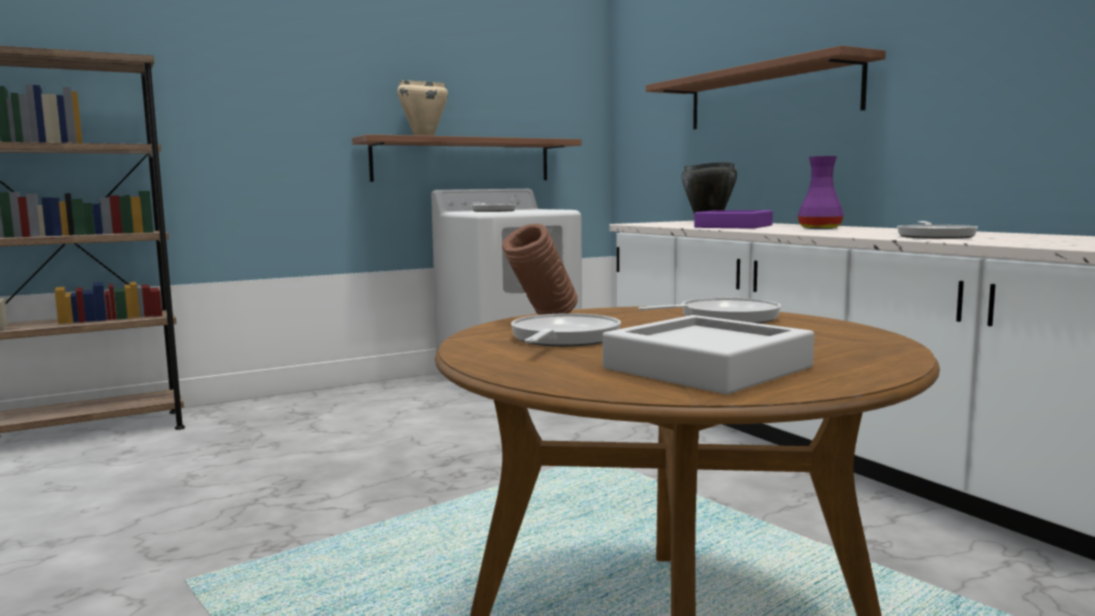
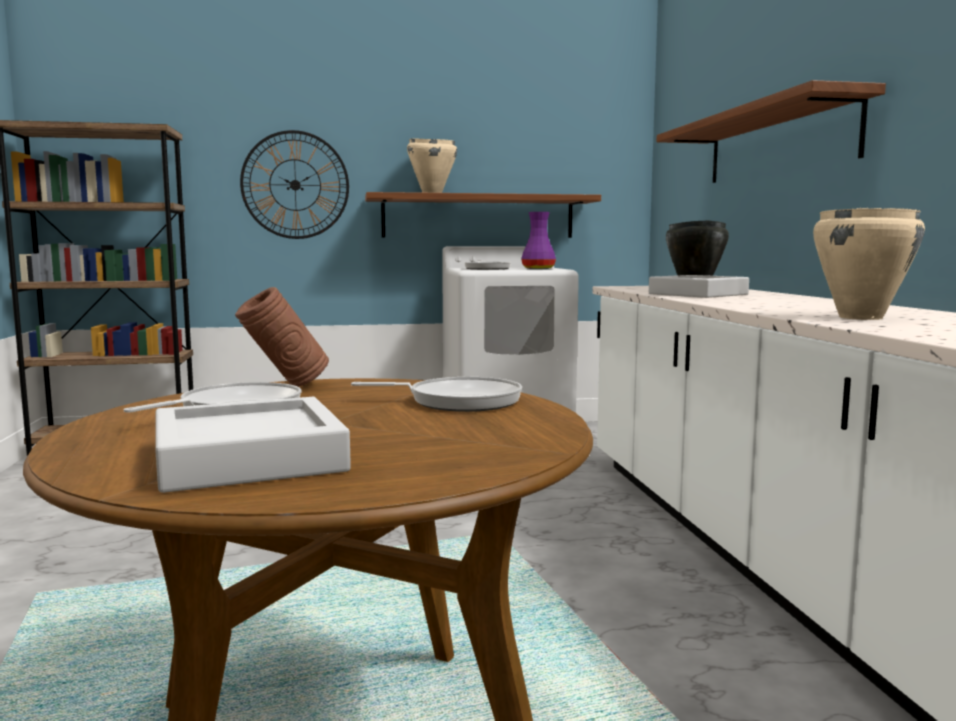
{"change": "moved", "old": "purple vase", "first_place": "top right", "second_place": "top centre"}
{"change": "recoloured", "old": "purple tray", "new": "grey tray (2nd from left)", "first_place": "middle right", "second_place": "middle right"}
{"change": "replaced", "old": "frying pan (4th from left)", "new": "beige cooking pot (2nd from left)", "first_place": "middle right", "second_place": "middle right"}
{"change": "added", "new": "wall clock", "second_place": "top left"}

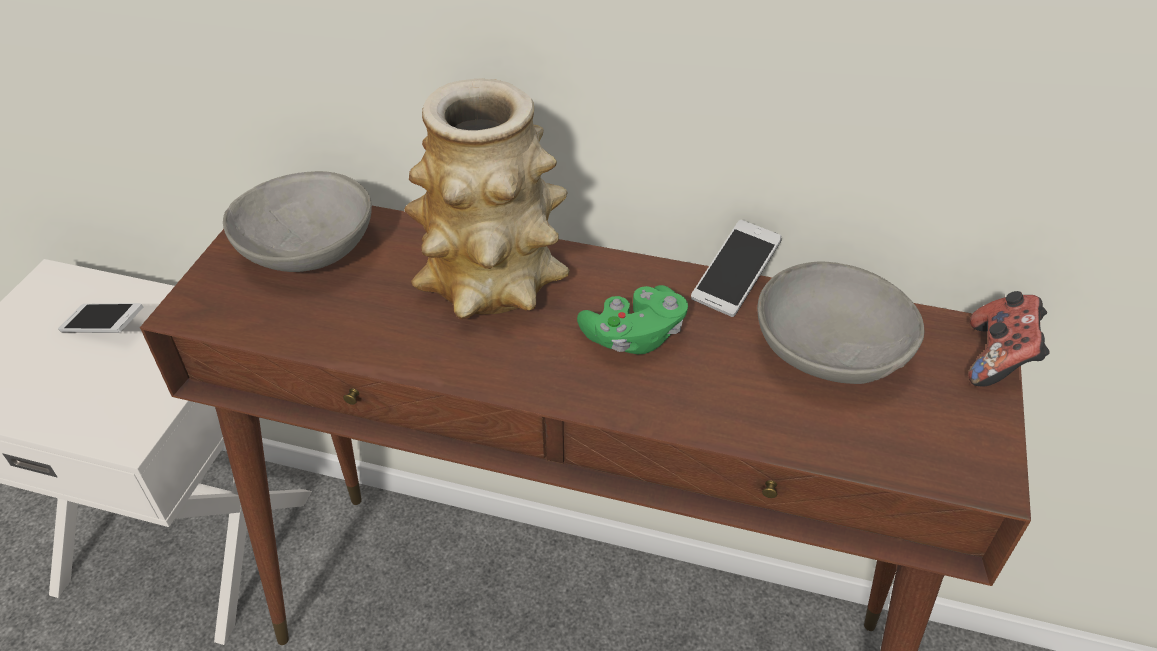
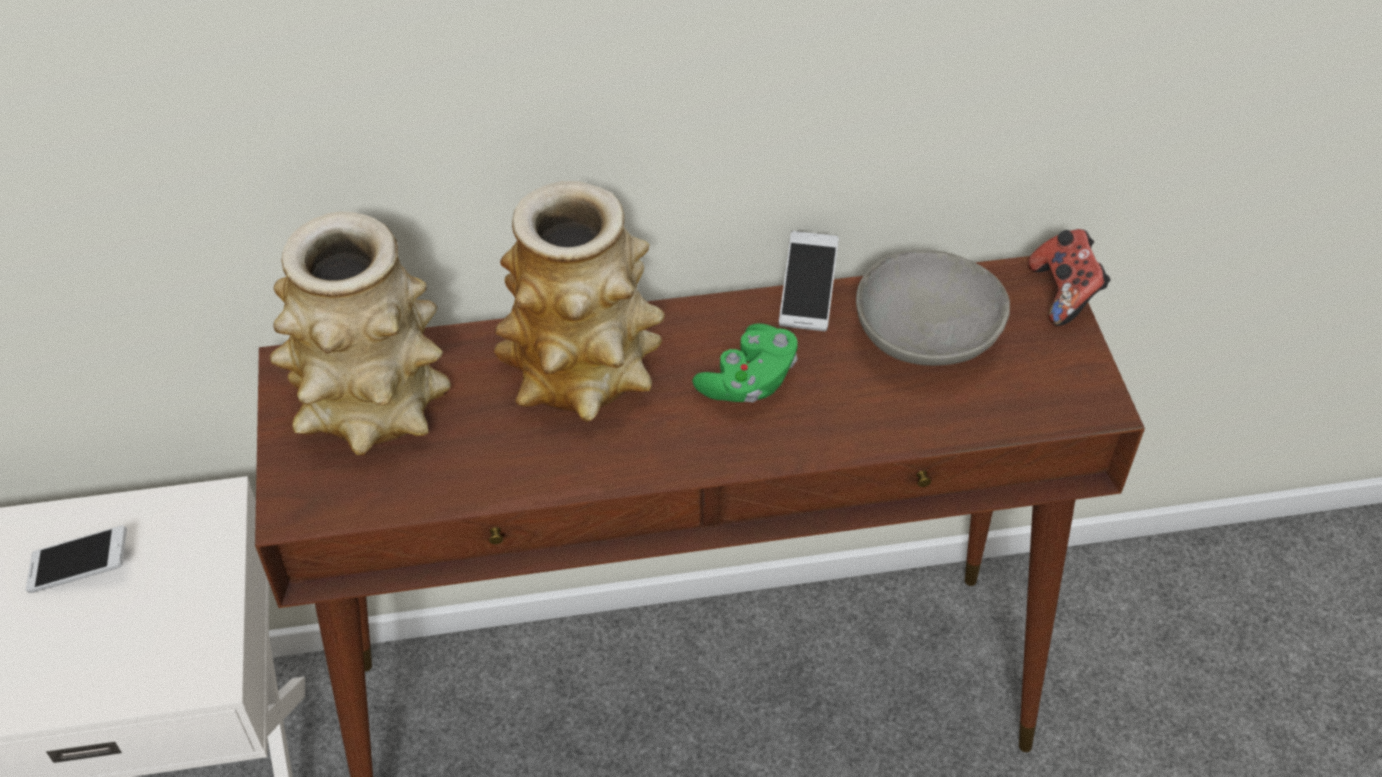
{"change": "replaced", "old": "grey bowl (1st from left)", "new": "vase (1st from left)", "first_place": "middle left", "second_place": "middle left"}

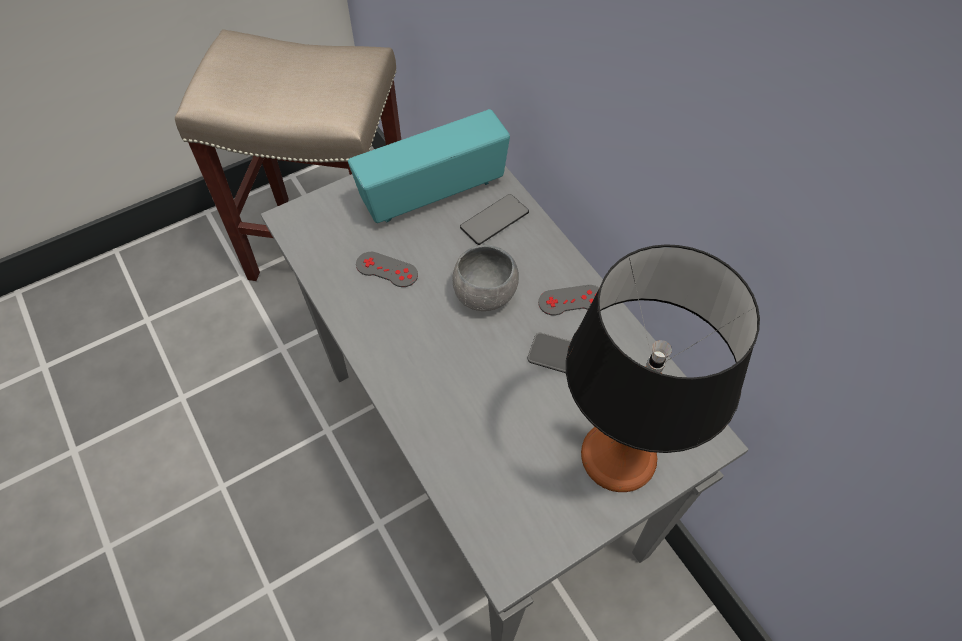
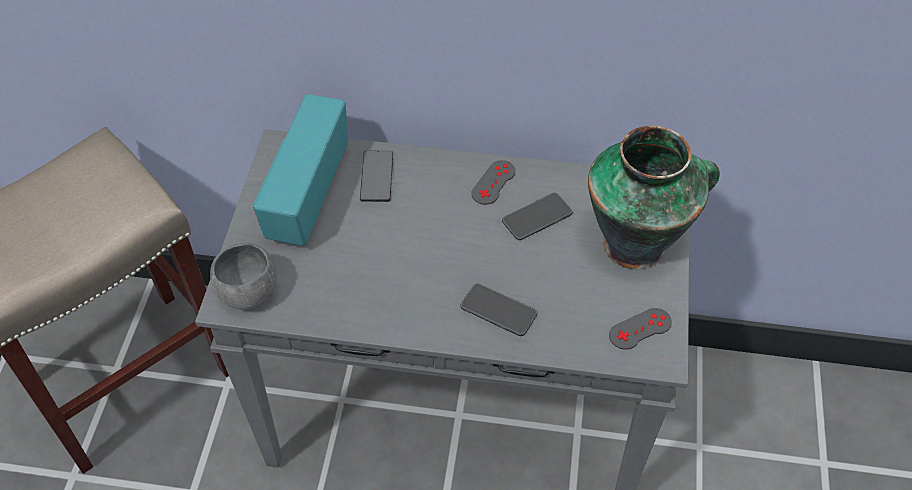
{"change": "replaced", "old": "table lamp", "new": "vase", "first_place": "middle right", "second_place": "middle right"}
{"change": "moved", "old": "grey bowl", "first_place": "centre", "second_place": "middle left"}
{"change": "moved", "old": "grey game controller (1st from left in the first image)", "new": "grey game controller (2nd from left)", "first_place": "centre", "second_place": "bottom right"}
{"change": "added", "new": "phone (2nd from left)", "second_place": "centre"}

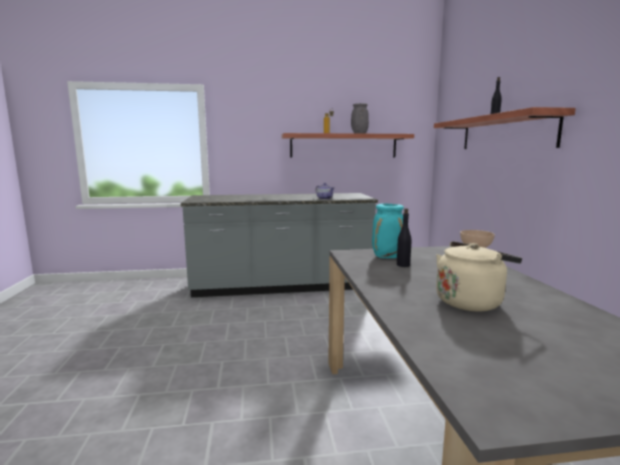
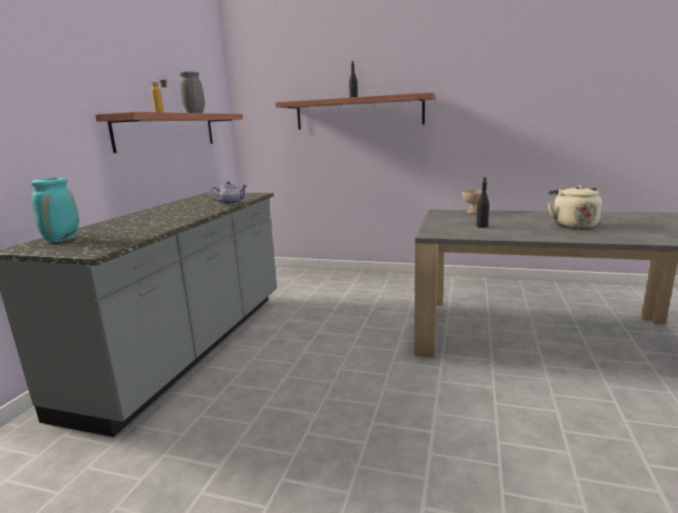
{"change": "moved", "old": "turquoise vase", "first_place": "centre", "second_place": "middle left"}

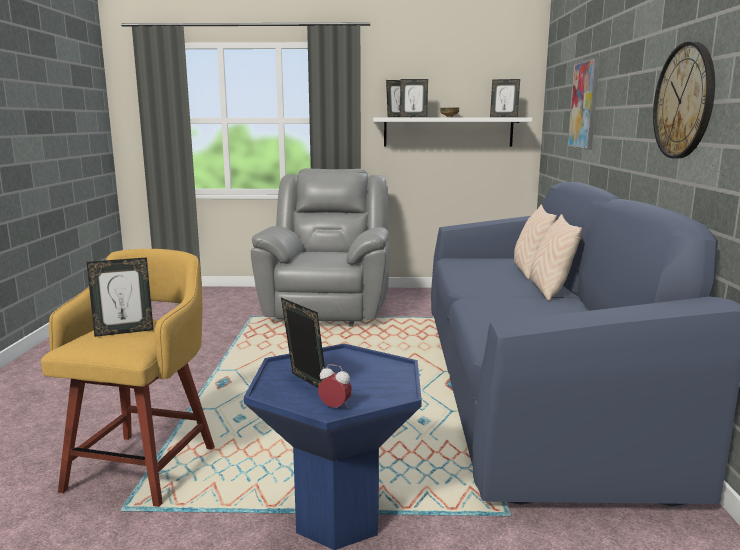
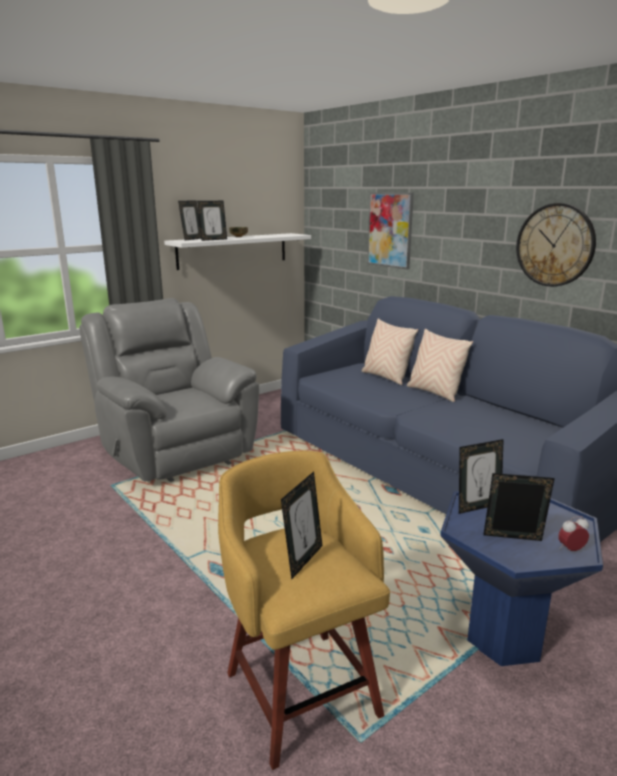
{"change": "moved", "old": "picture frame (5th from left in the first image)", "new": "picture frame (4th from left)", "first_place": "top right", "second_place": "middle right"}

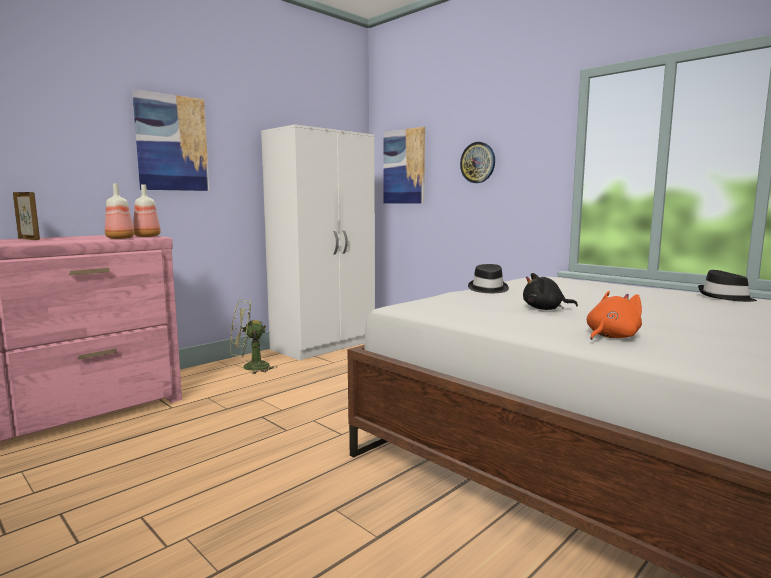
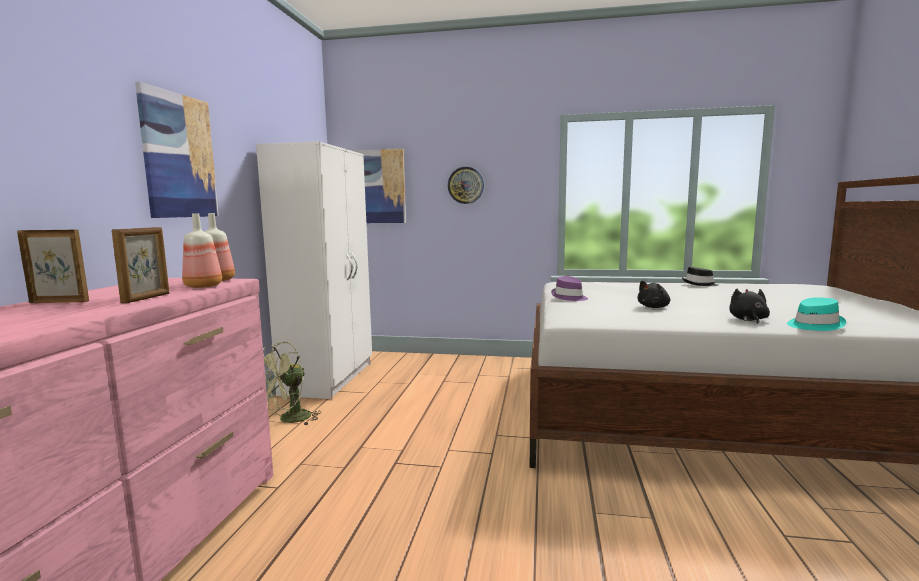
{"change": "recoloured", "old": "black hat (1st from left)", "new": "purple hat", "first_place": "centre", "second_place": "centre"}
{"change": "recoloured", "old": "orange plush toy", "new": "black plush toy (2nd from left)", "first_place": "middle right", "second_place": "middle right"}
{"change": "added", "new": "picture frame (2nd from left)", "second_place": "middle left"}
{"change": "added", "new": "turquoise hat", "second_place": "middle right"}

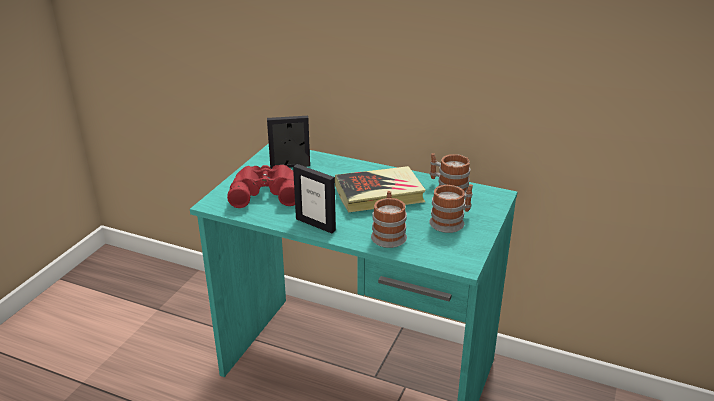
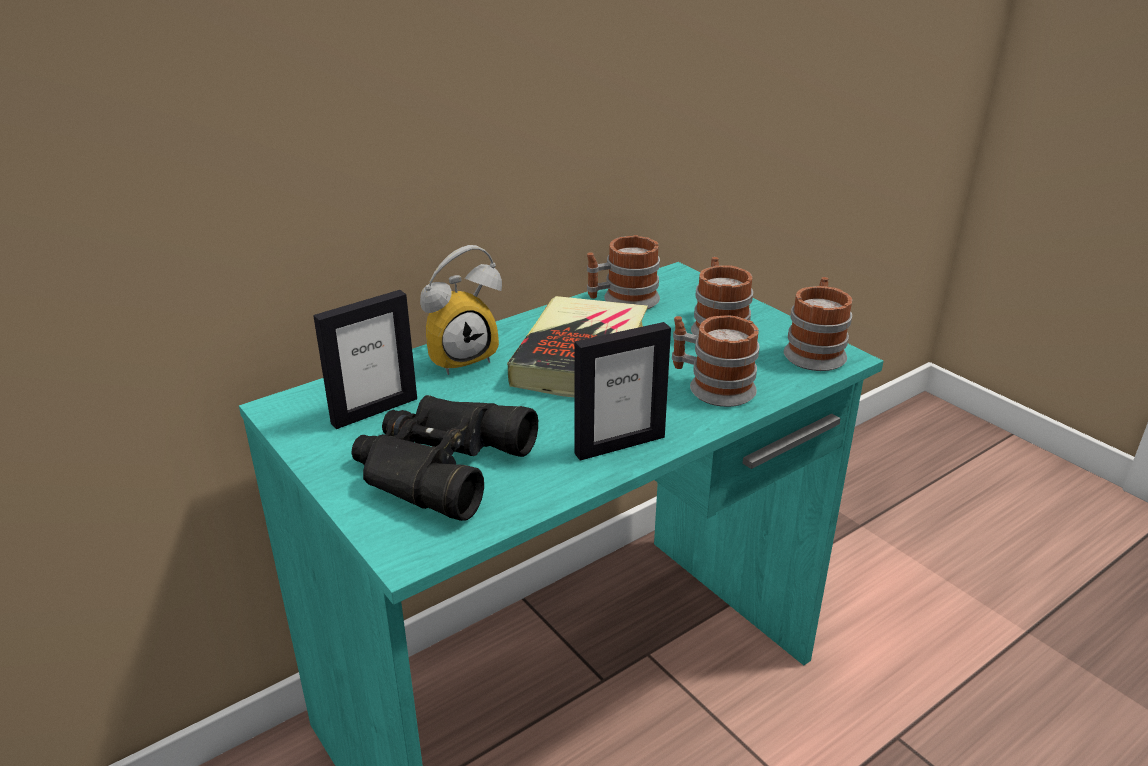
{"change": "turned", "old": "picture frame (1st from left)", "first_place": "centre", "second_place": "middle left", "degrees": -150}
{"change": "recoloured", "old": "red binoculars", "new": "black binoculars", "first_place": "centre", "second_place": "centre"}
{"change": "added", "new": "alarm clock", "second_place": "centre"}
{"change": "added", "new": "mug (4th from left)", "second_place": "middle right"}

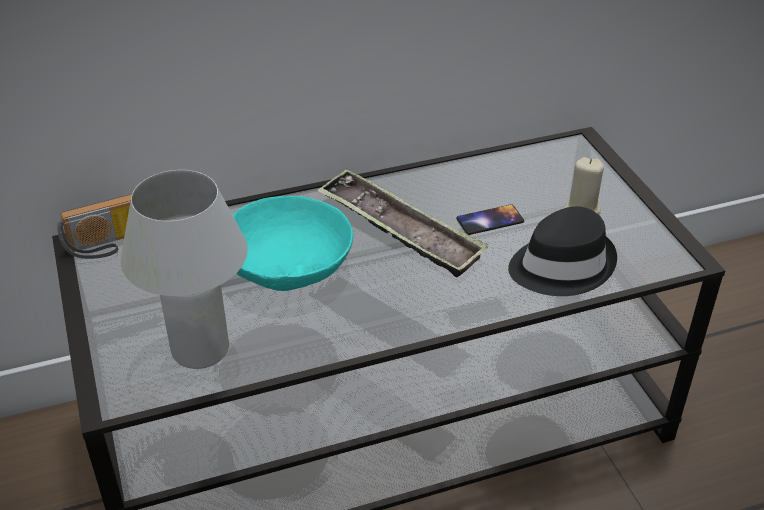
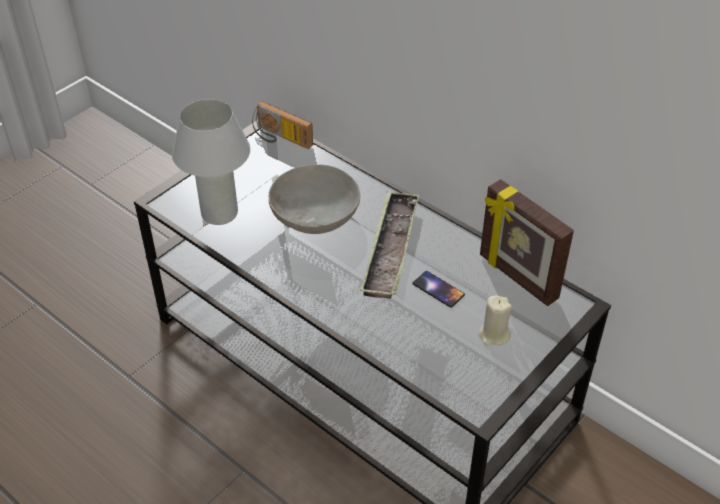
{"change": "recoloured", "old": "turquoise bowl", "new": "grey bowl", "first_place": "centre", "second_place": "centre"}
{"change": "removed", "old": "black hat", "first_place": "middle right"}
{"change": "added", "new": "picture frame", "second_place": "middle right"}

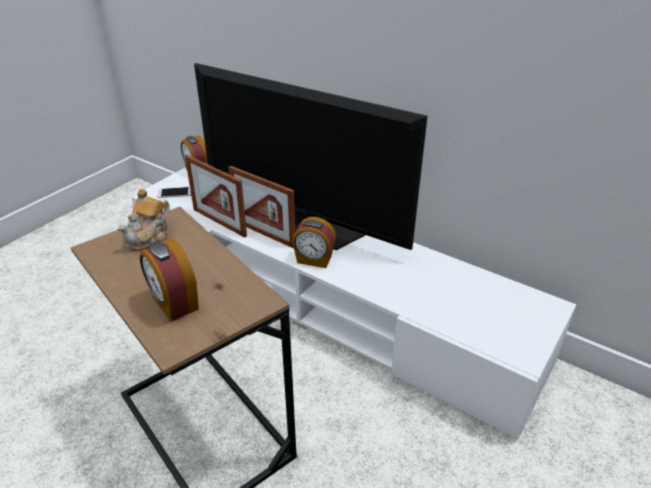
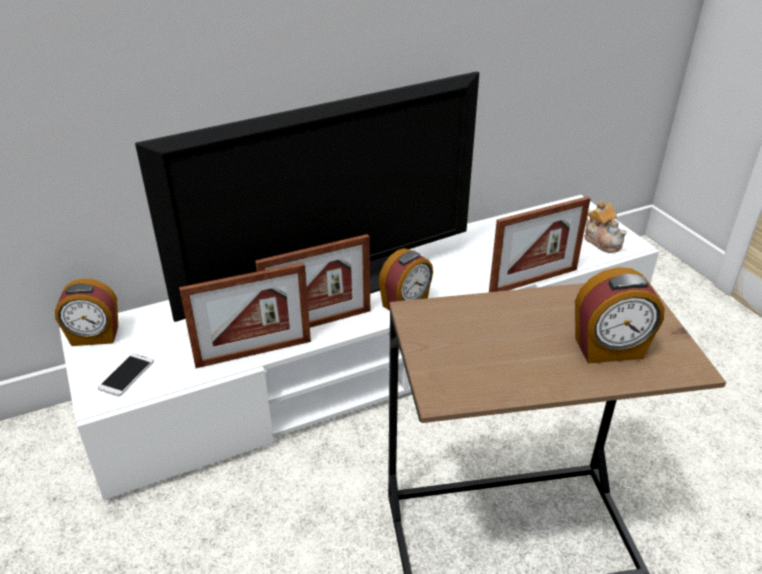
{"change": "moved", "old": "teapot", "first_place": "middle left", "second_place": "middle right"}
{"change": "added", "new": "picture frame (3rd from left)", "second_place": "middle right"}

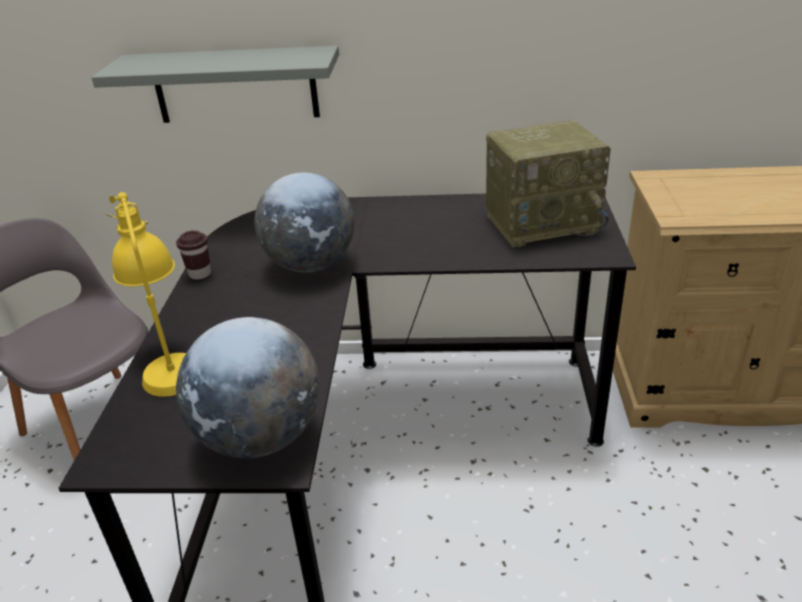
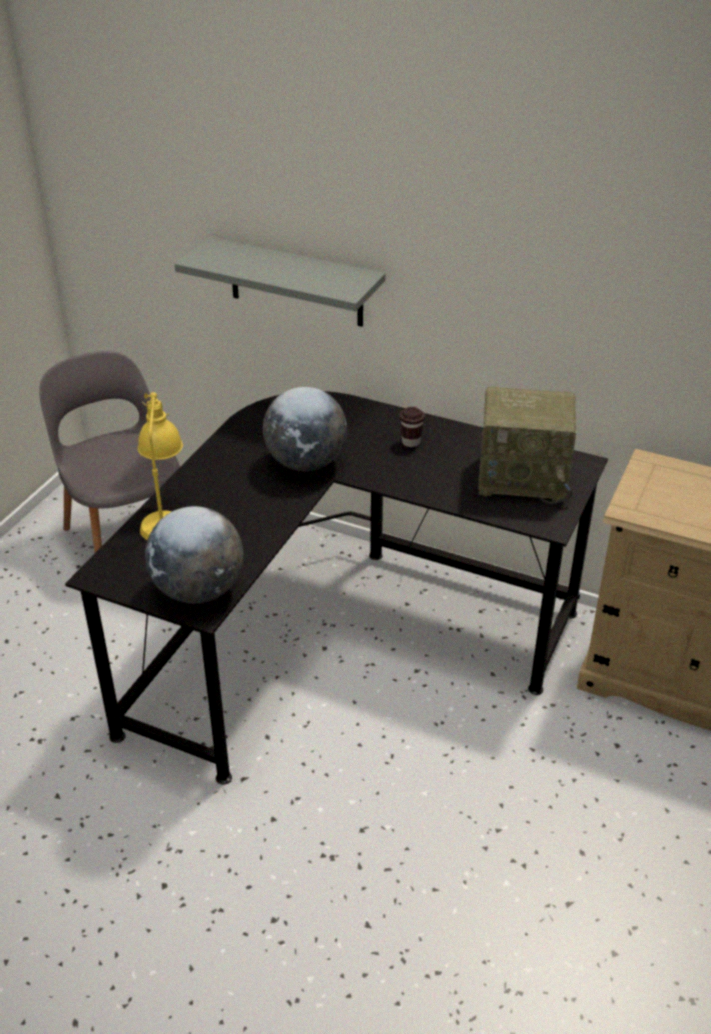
{"change": "moved", "old": "brown cup", "first_place": "middle left", "second_place": "centre"}

